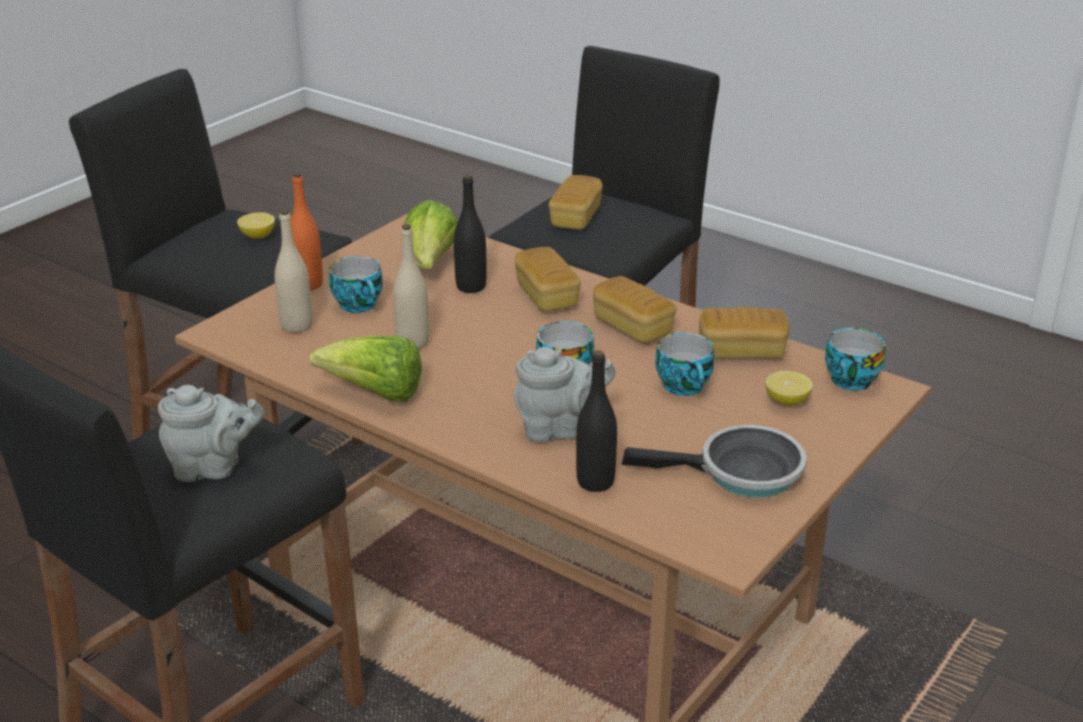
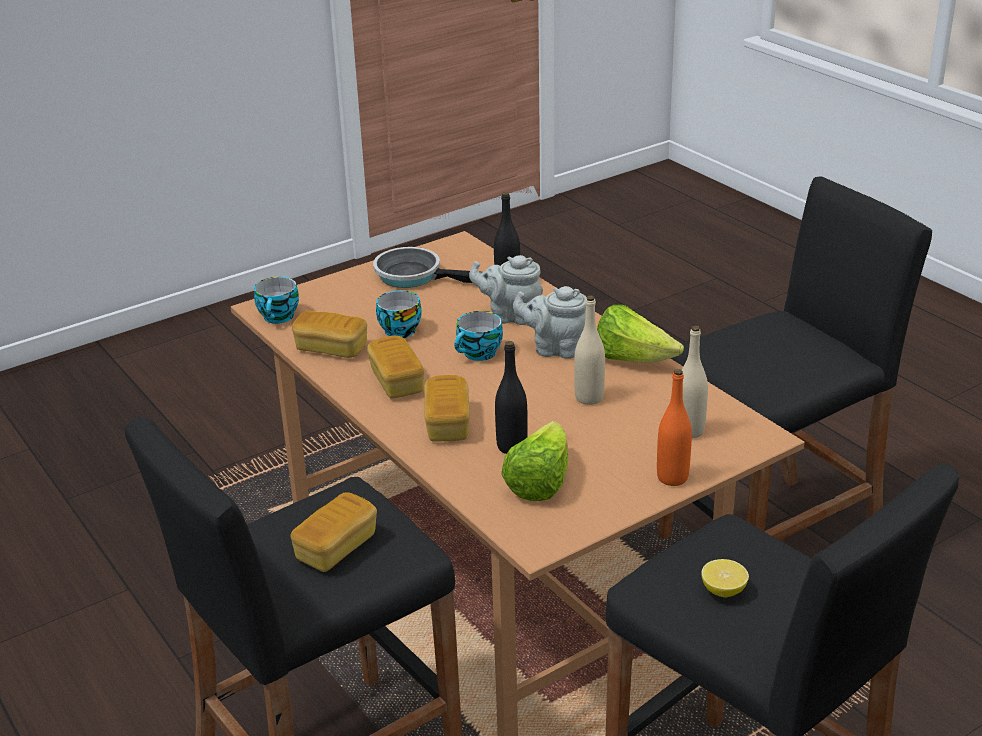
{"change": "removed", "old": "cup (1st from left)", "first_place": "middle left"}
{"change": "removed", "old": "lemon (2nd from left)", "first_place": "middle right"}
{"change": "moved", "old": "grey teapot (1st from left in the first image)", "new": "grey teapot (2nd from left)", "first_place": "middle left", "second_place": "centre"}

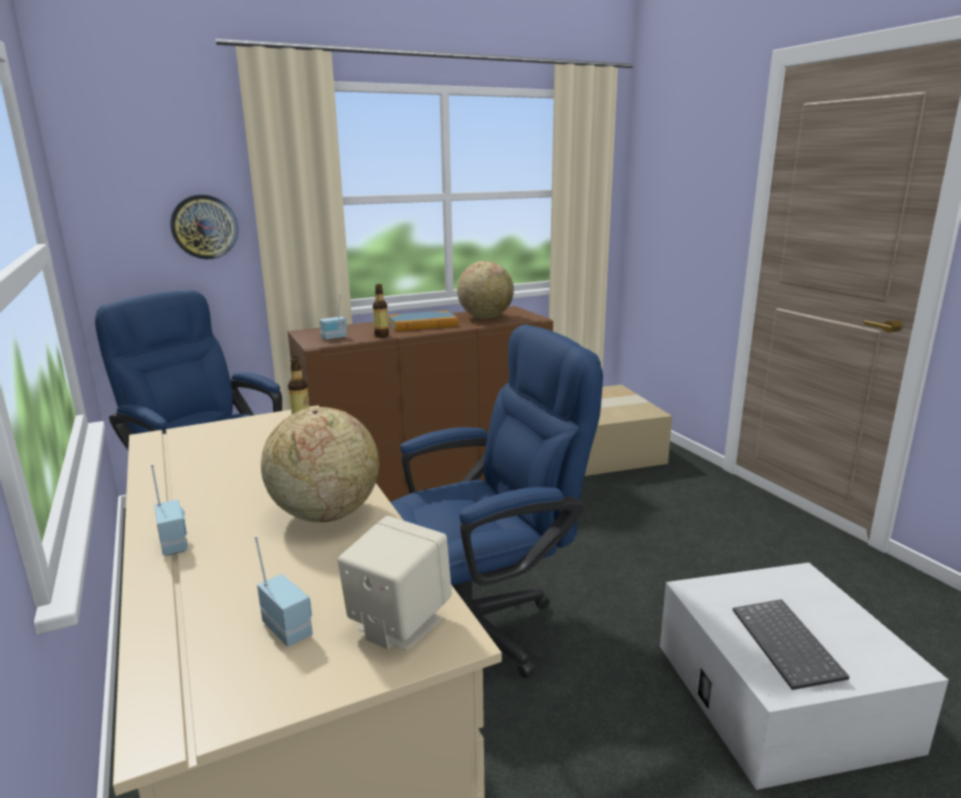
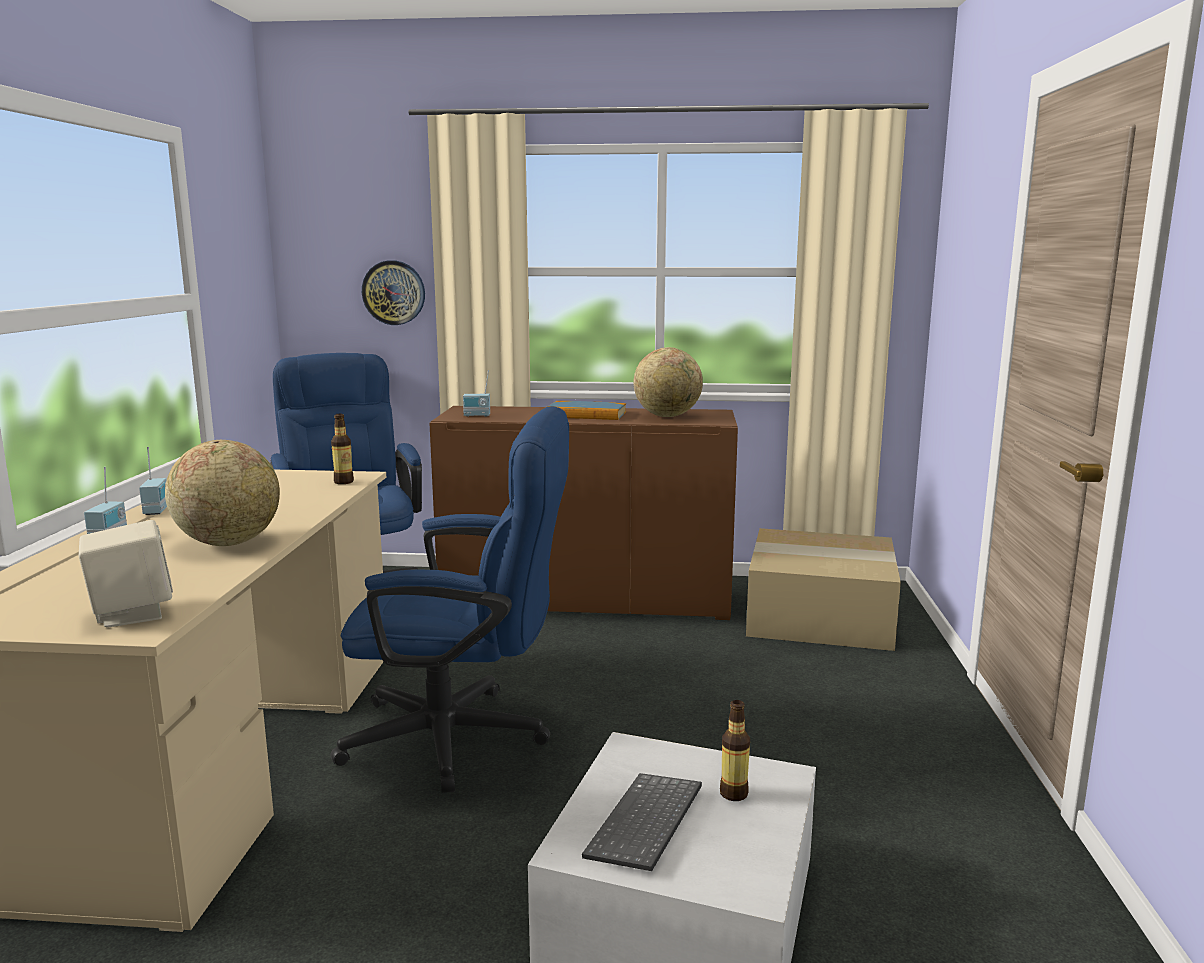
{"change": "moved", "old": "bottle (2nd from left)", "first_place": "centre", "second_place": "bottom centre"}
{"change": "moved", "old": "radio (2nd from left)", "first_place": "bottom left", "second_place": "middle left"}

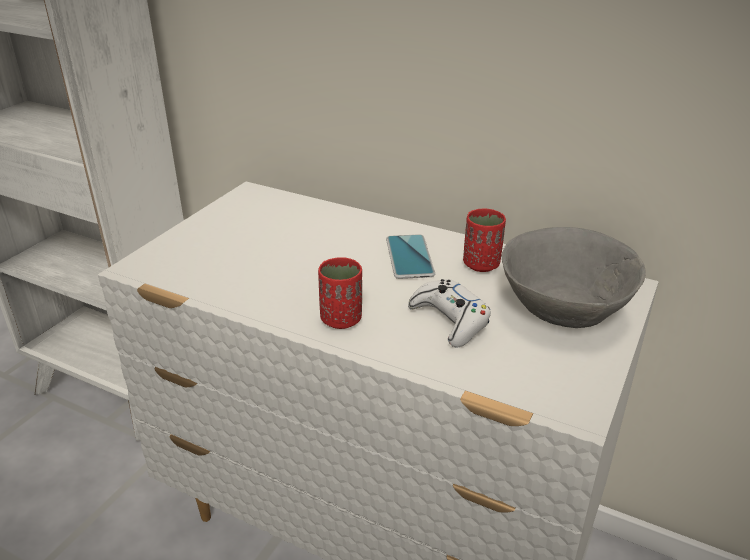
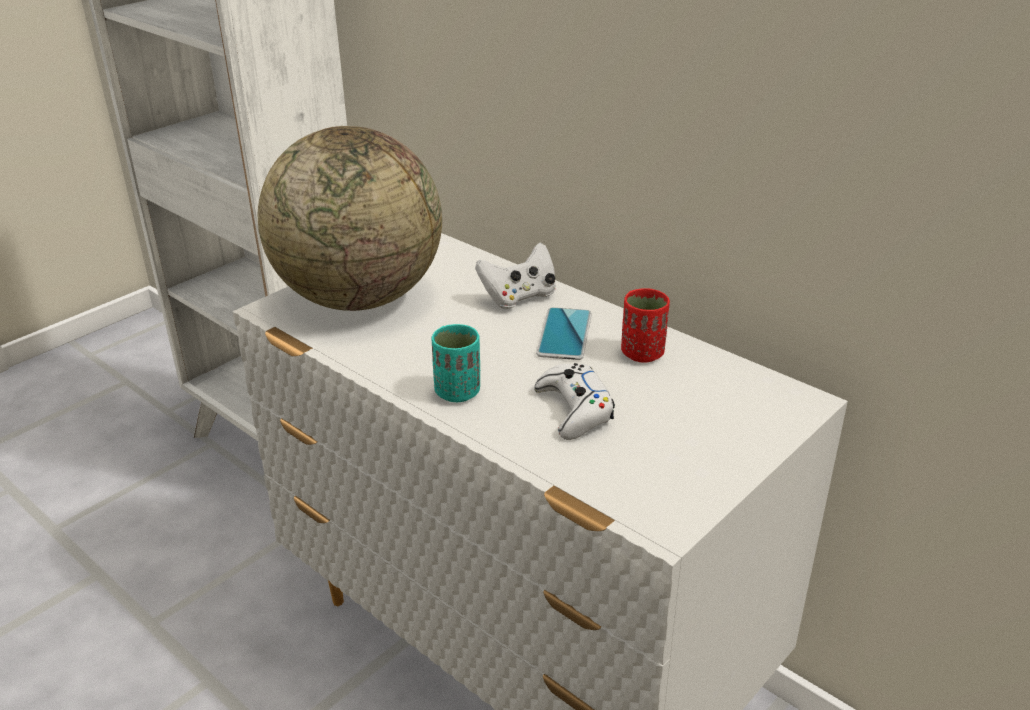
{"change": "removed", "old": "grey bowl", "first_place": "middle right"}
{"change": "recoloured", "old": "red cup (1st from left)", "new": "turquoise cup", "first_place": "centre", "second_place": "centre"}
{"change": "added", "new": "globe", "second_place": "top centre"}
{"change": "added", "new": "white game controller (1st from left)", "second_place": "centre"}

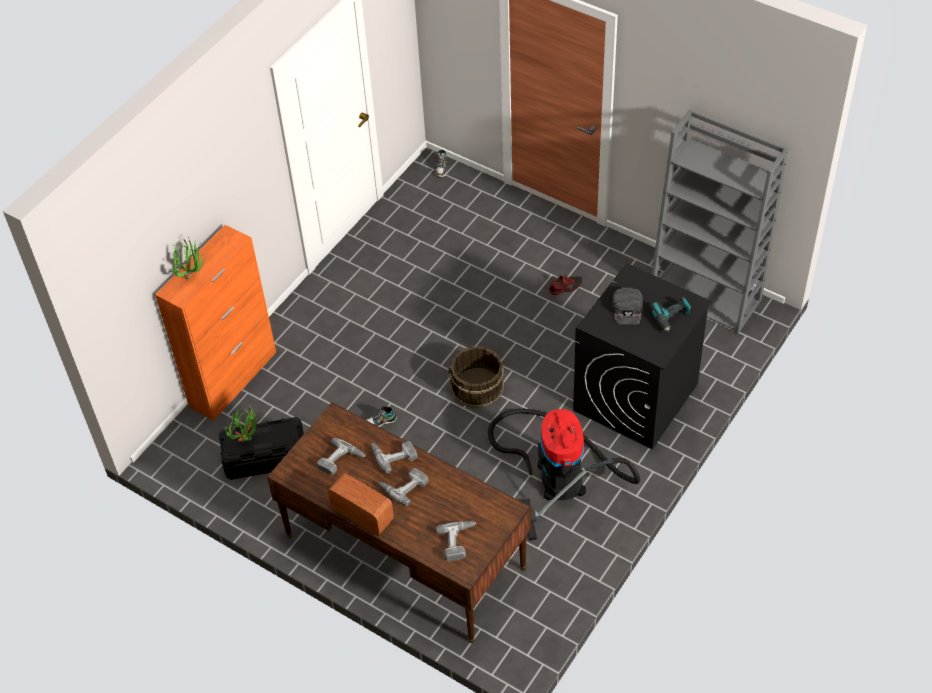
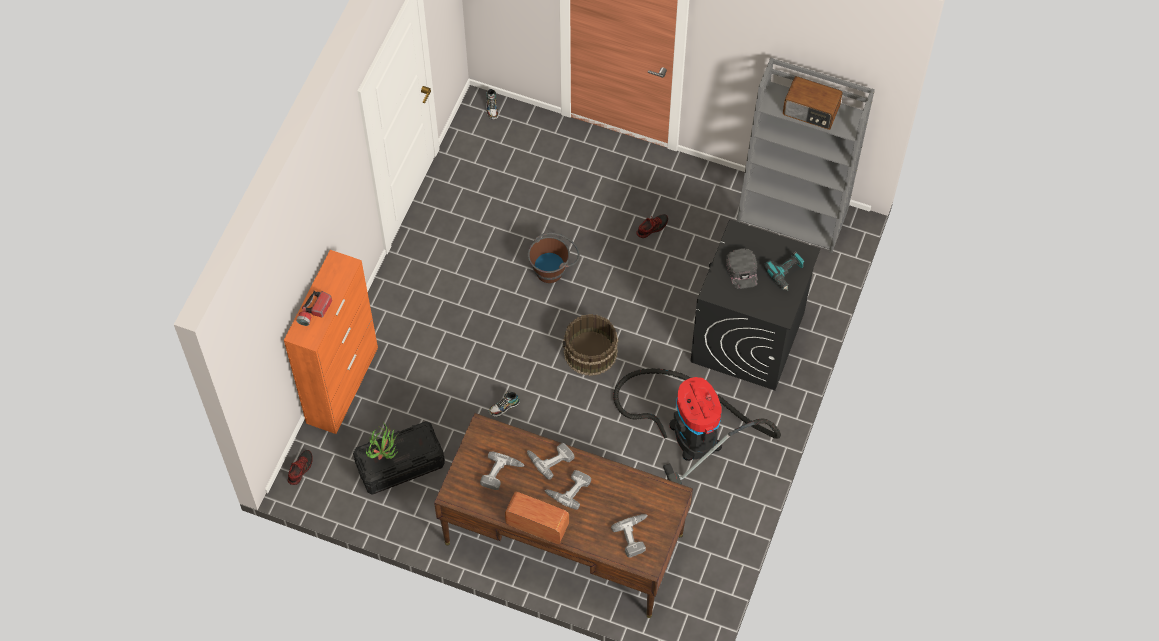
{"change": "replaced", "old": "potted plant (1st from left)", "new": "flashlight", "first_place": "middle left", "second_place": "middle left"}
{"change": "added", "new": "radio (2nd from left)", "second_place": "top right"}
{"change": "added", "new": "brown bucket (1st from left)", "second_place": "centre"}
{"change": "added", "new": "shoe (1st from left)", "second_place": "bottom left"}

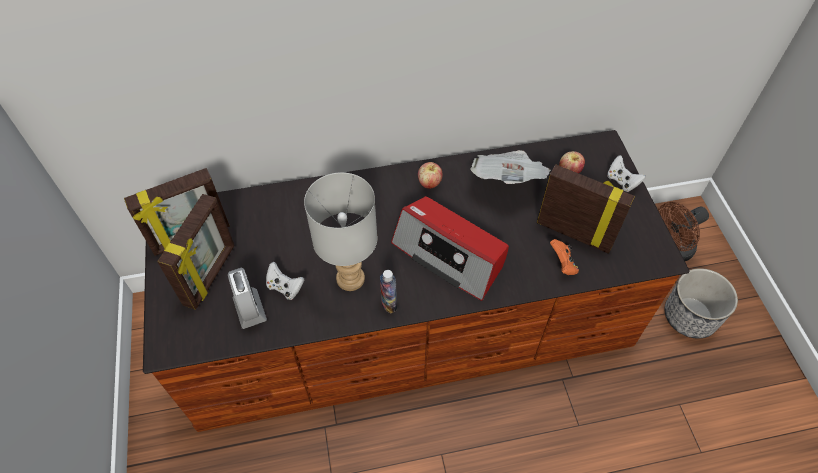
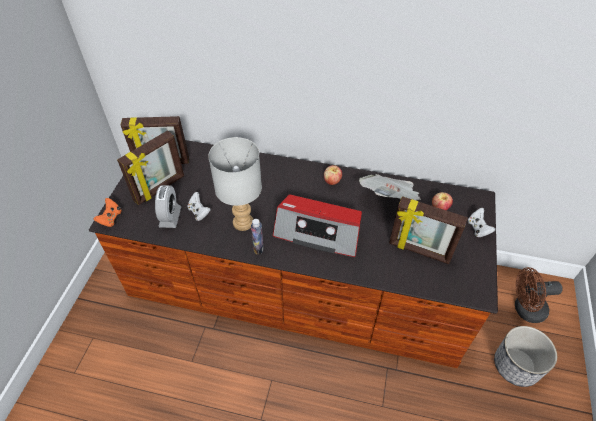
{"change": "turned", "old": "picture frame (3rd from left)", "first_place": "middle right", "second_place": "middle right", "degrees": 150}
{"change": "turned", "old": "radio", "first_place": "centre", "second_place": "centre", "degrees": -45}
{"change": "moved", "old": "orange game controller", "first_place": "middle right", "second_place": "middle left"}

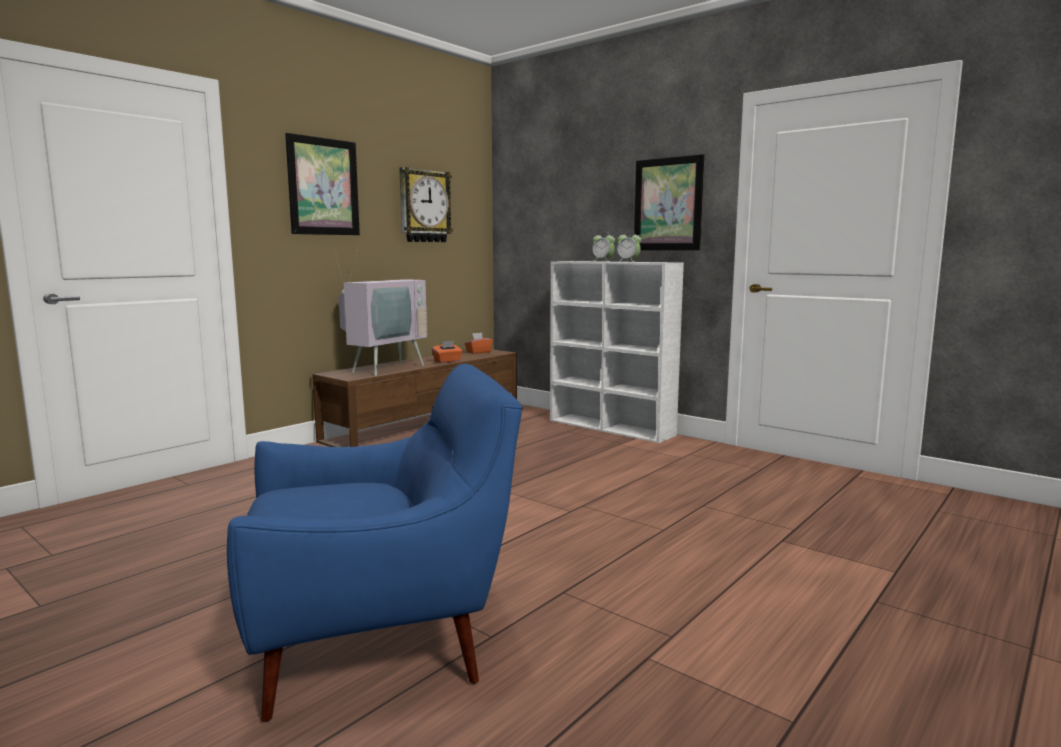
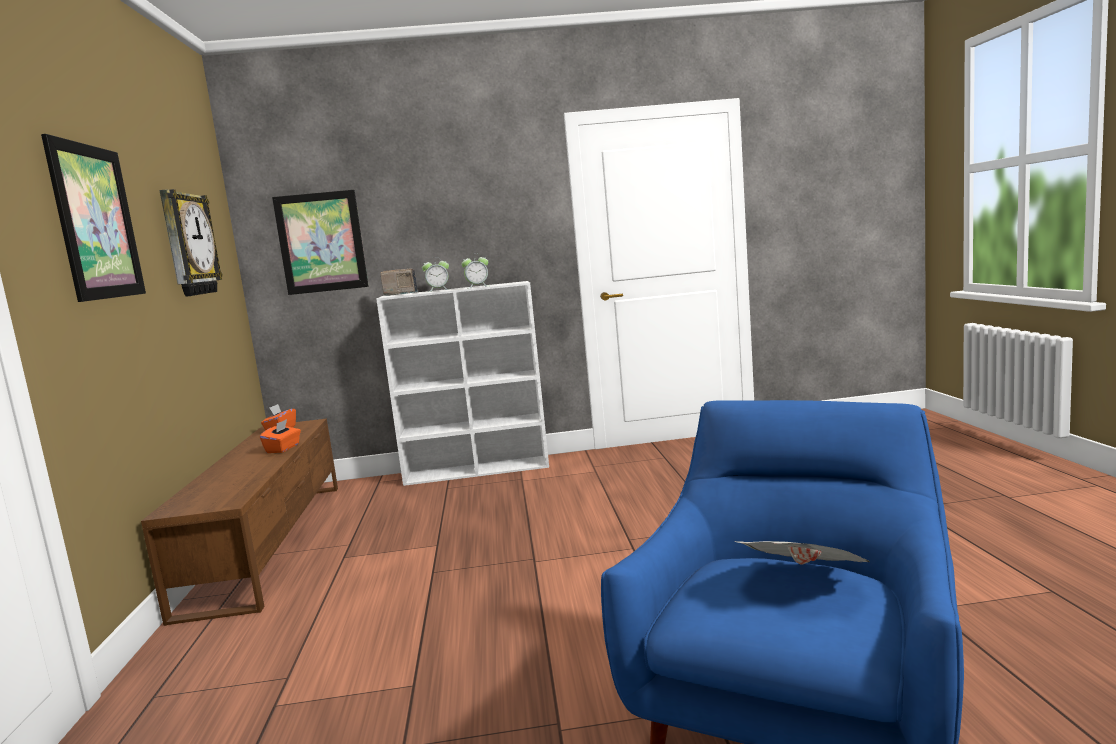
{"change": "moved", "old": "picture (2nd from left)", "first_place": "top centre", "second_place": "top left"}
{"change": "removed", "old": "television", "first_place": "centre"}
{"change": "added", "new": "radio", "second_place": "centre"}
{"change": "added", "new": "newspaper", "second_place": "bottom right"}

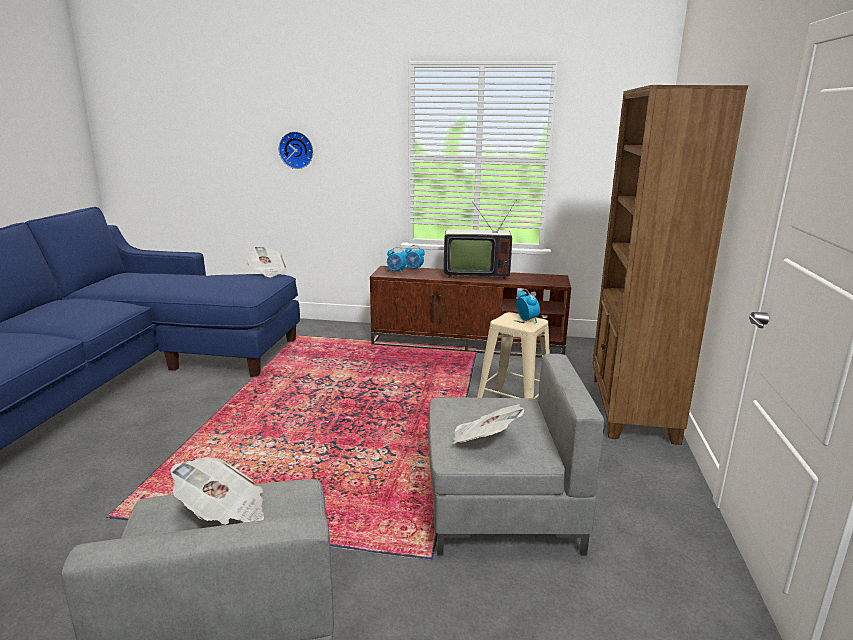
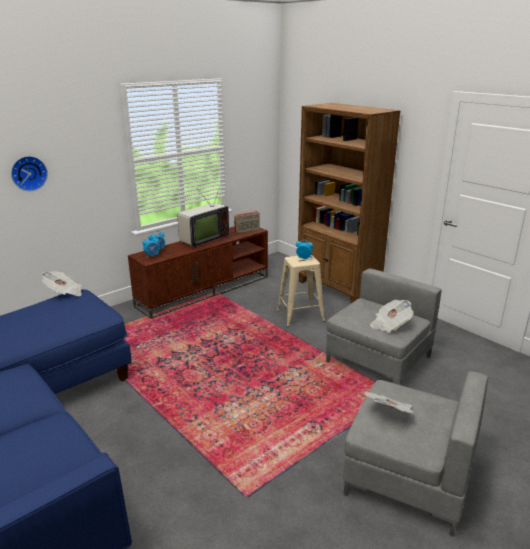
{"change": "added", "new": "radio", "second_place": "centre"}

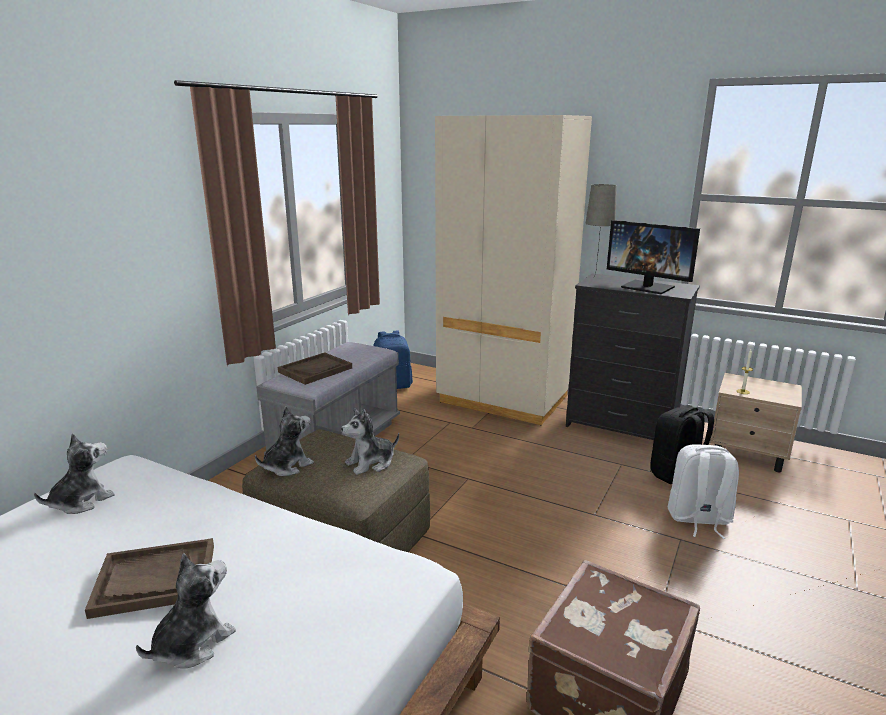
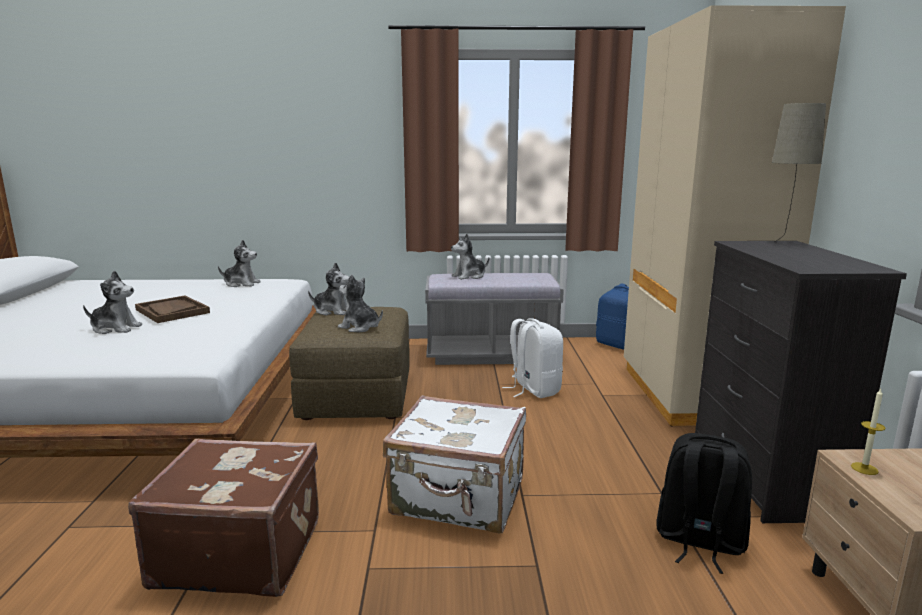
{"change": "removed", "old": "monitor", "first_place": "middle right"}
{"change": "replaced", "old": "brown tray (2nd from left)", "new": "plush toy (5th from left)", "first_place": "centre", "second_place": "centre"}
{"change": "moved", "old": "white backpack", "first_place": "bottom right", "second_place": "centre"}
{"change": "added", "new": "white suitcase", "second_place": "bottom centre"}

